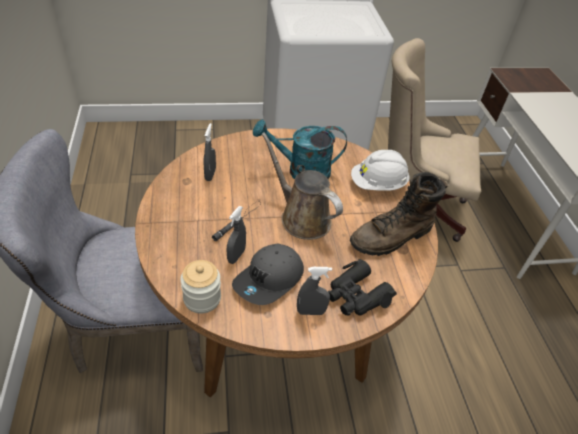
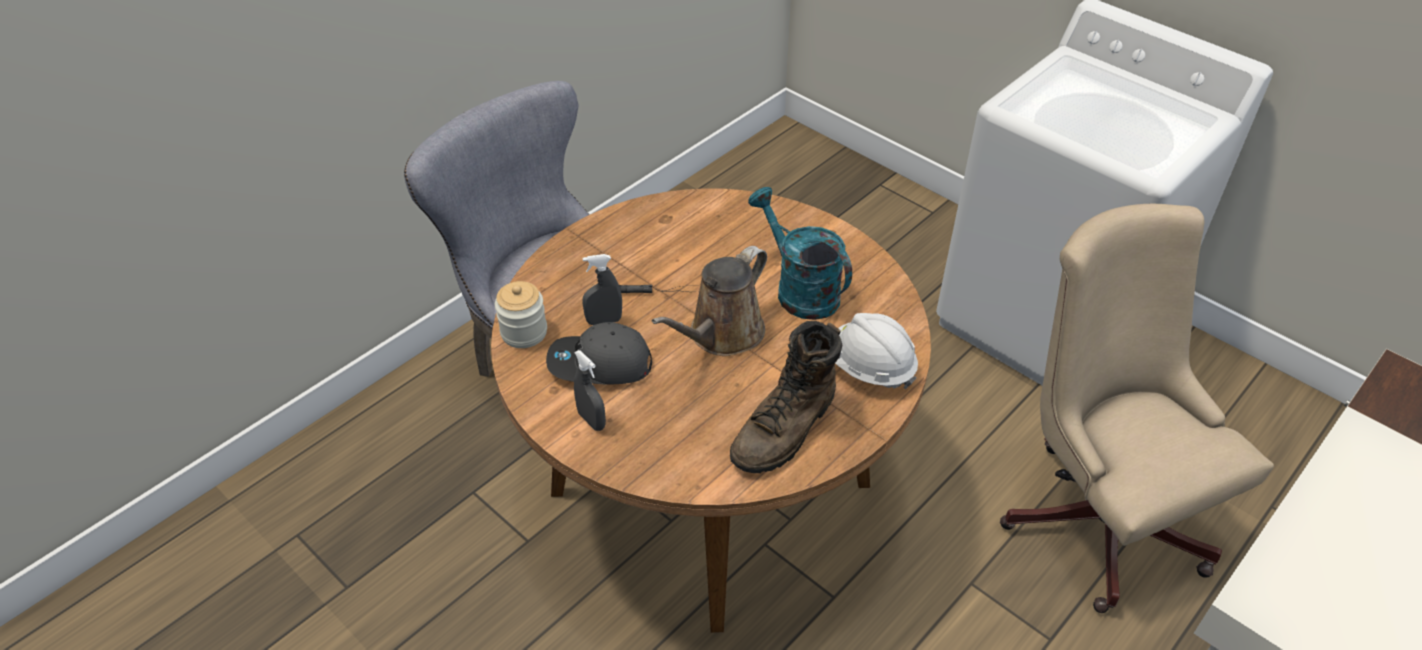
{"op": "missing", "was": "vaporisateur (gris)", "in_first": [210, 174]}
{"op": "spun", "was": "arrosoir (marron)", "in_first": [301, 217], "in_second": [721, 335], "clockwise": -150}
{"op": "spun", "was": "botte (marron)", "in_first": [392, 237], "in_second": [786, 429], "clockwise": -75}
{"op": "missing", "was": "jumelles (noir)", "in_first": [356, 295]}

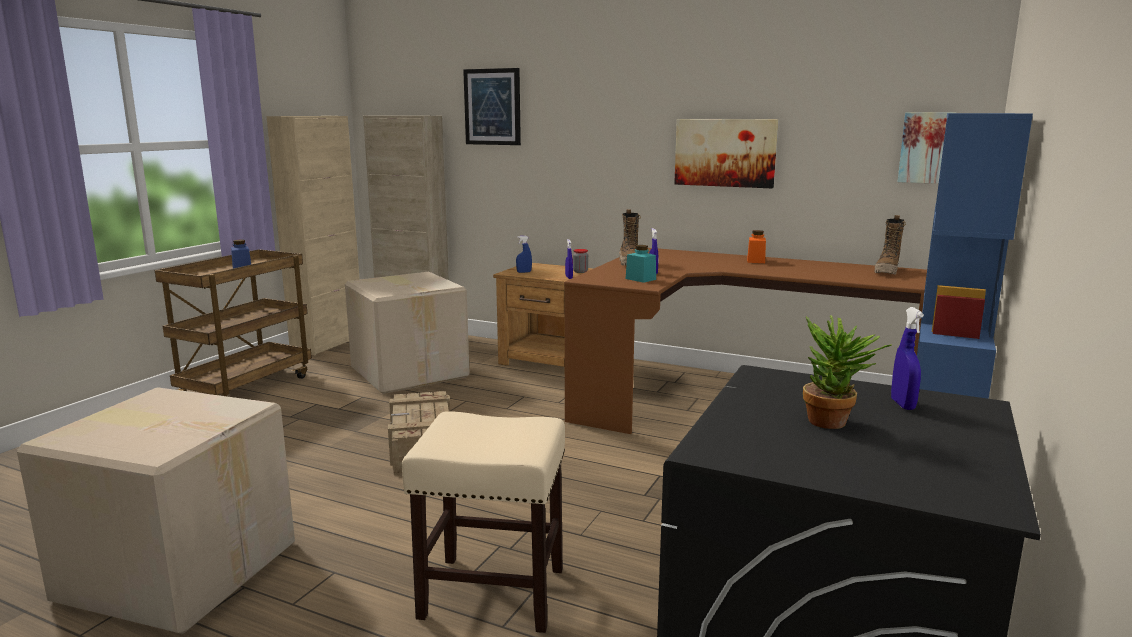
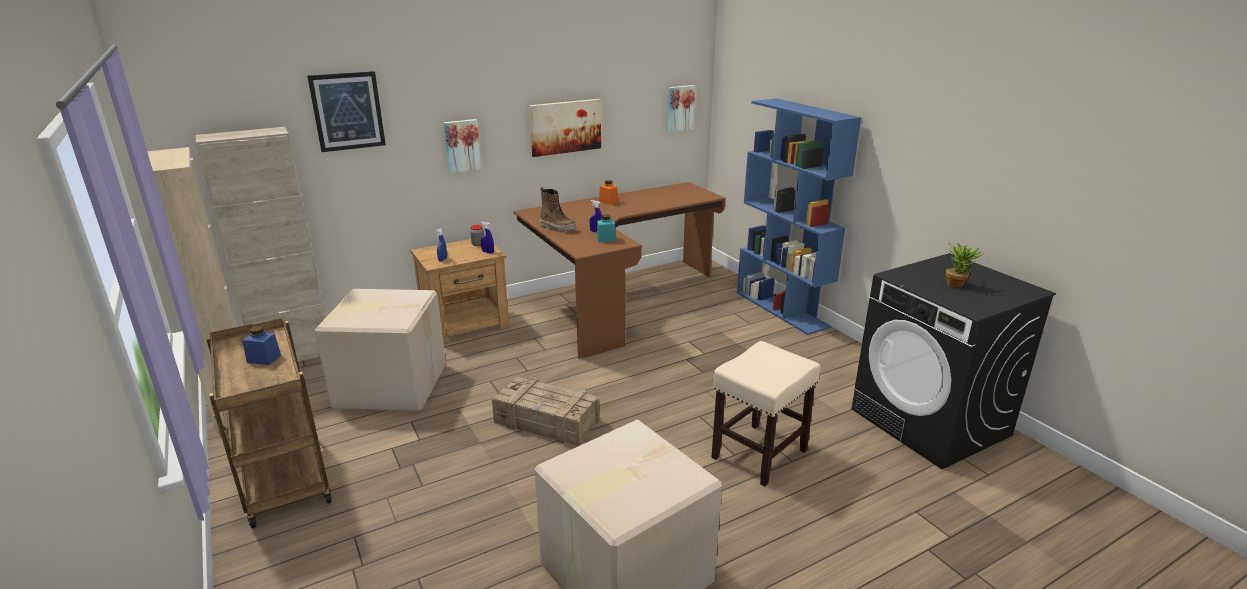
{"op": "missing", "was": "botte", "in_first": [887, 272]}
{"op": "missing", "was": "vaporisateur (bleu)", "in_first": [902, 404]}
{"op": "appeared", "now": "tableau", "in_second": [462, 145]}

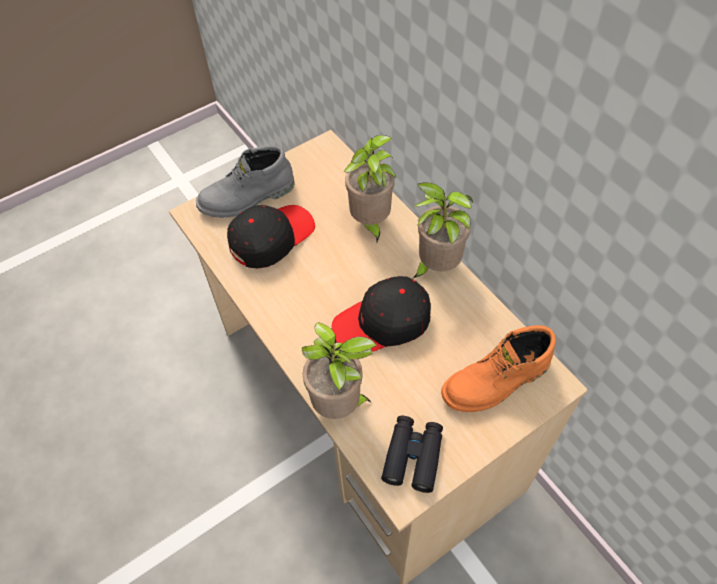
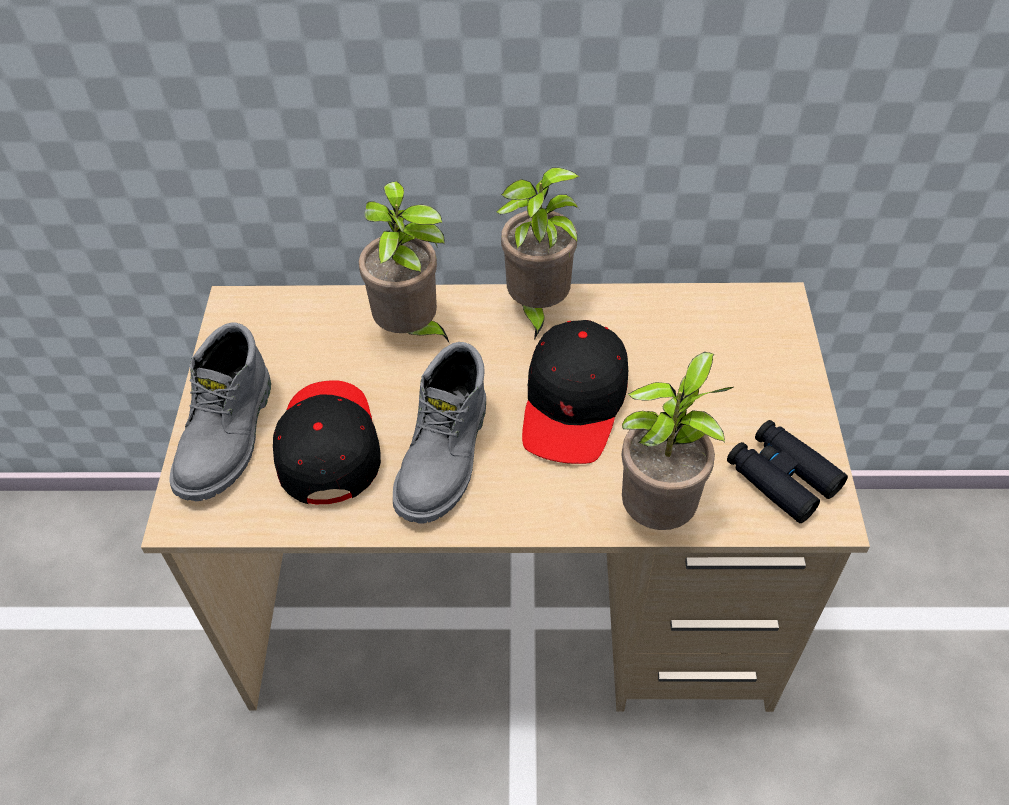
{"op": "missing", "was": "botte (orange)", "in_first": [496, 382]}
{"op": "appeared", "now": "botte (gris)", "in_second": [446, 458]}

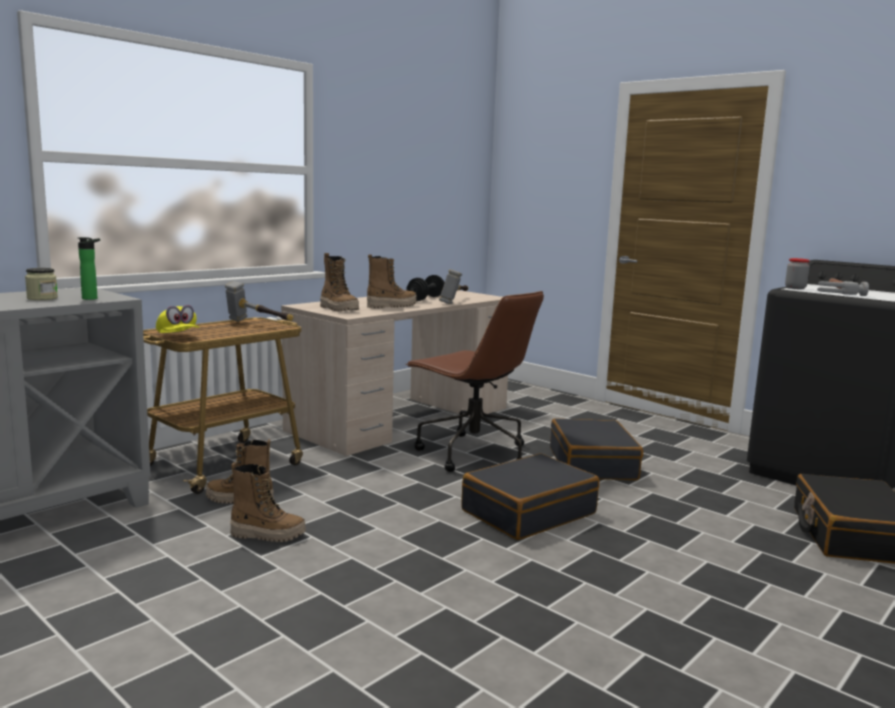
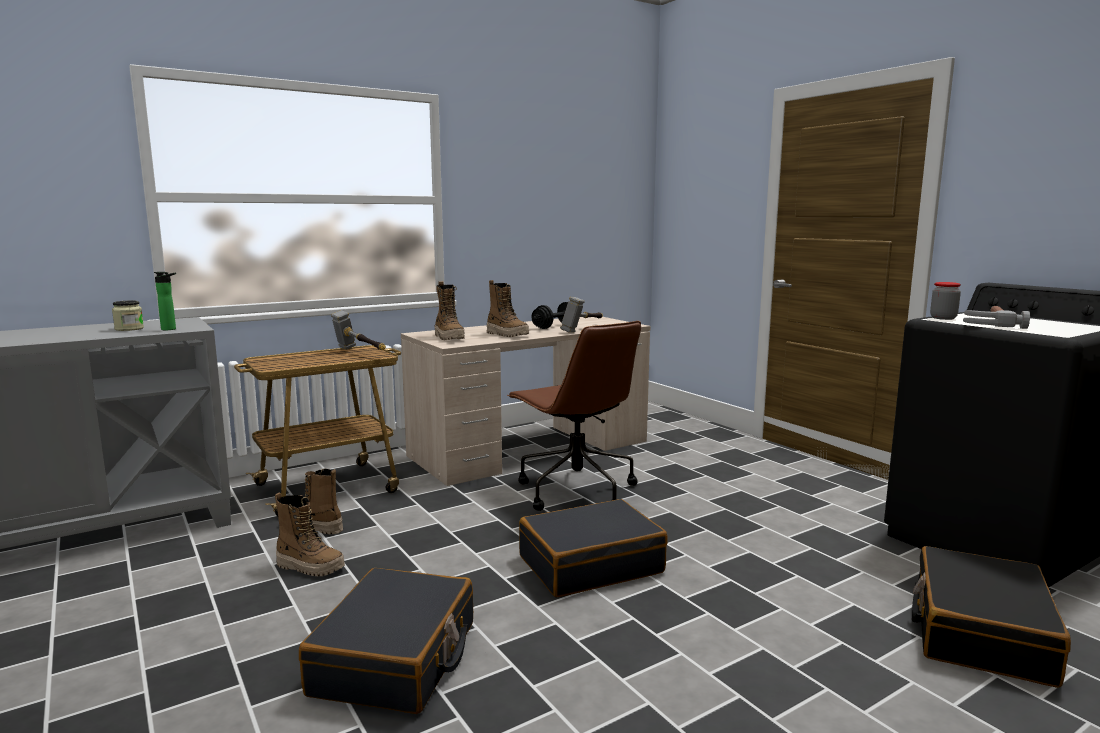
{"op": "spun", "was": "botte", "in_first": [391, 306], "in_second": [507, 335], "clockwise": 60}
{"op": "missing", "was": "casquette (jaune)", "in_first": [178, 336]}
{"op": "relocated", "was": "valise (noir)", "in_first": [593, 464], "in_second": [396, 658]}

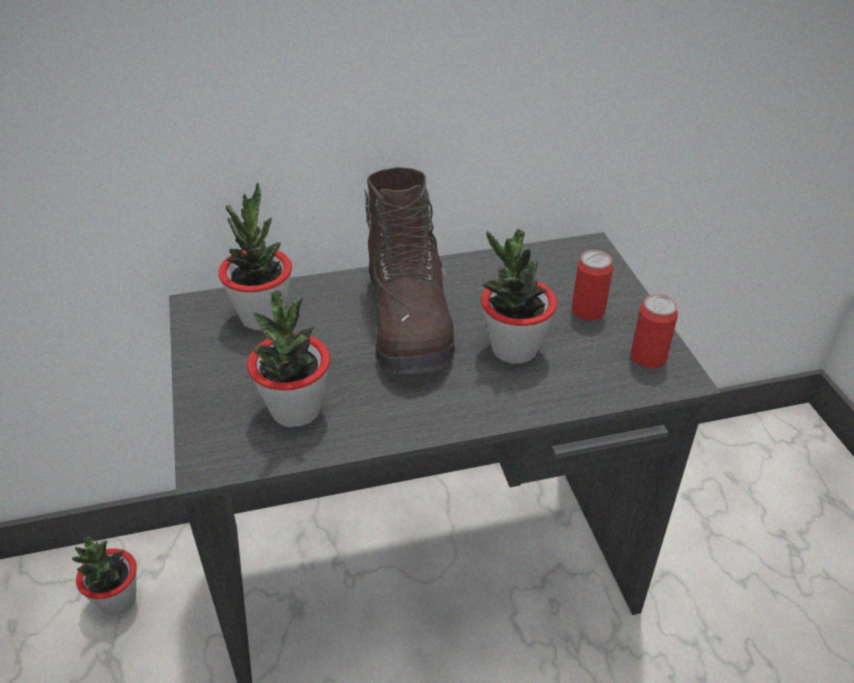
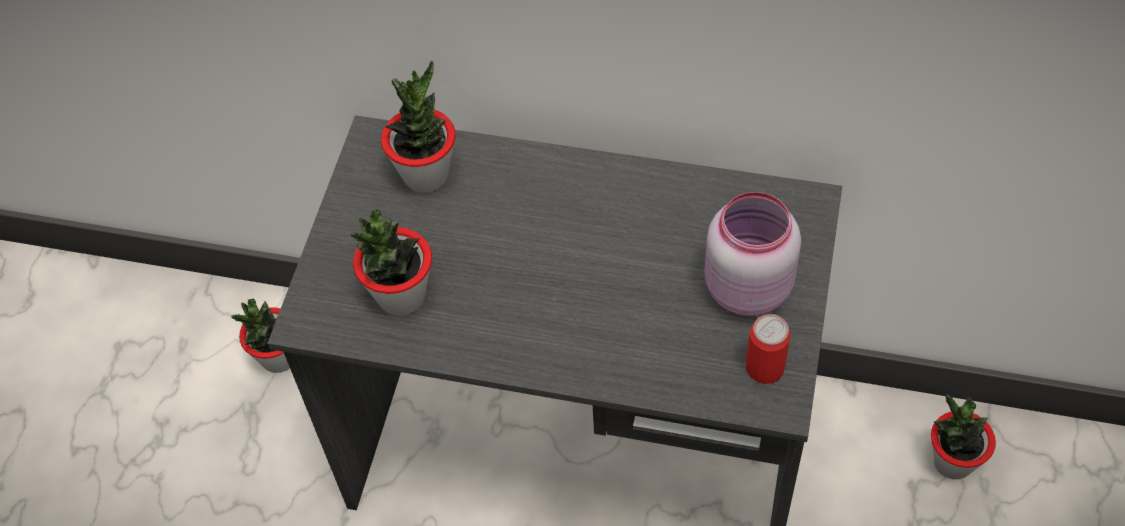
{"op": "missing", "was": "botte (marron)", "in_first": [409, 321]}
{"op": "relocated", "was": "plante en pot", "in_first": [514, 349], "in_second": [952, 462]}
{"op": "exchanged", "was": "boîte métallique", "now": "bocal (rose)", "in_first": [588, 311], "in_second": [745, 287]}

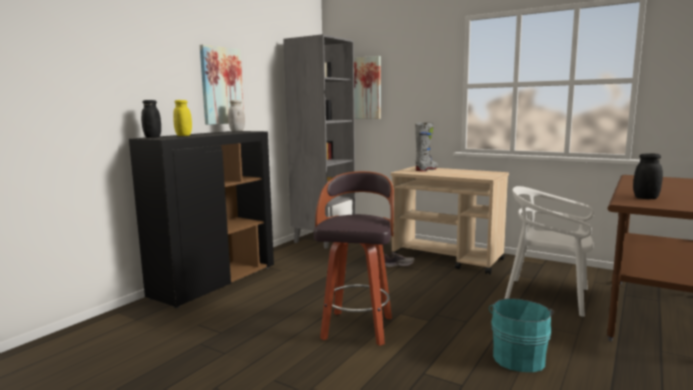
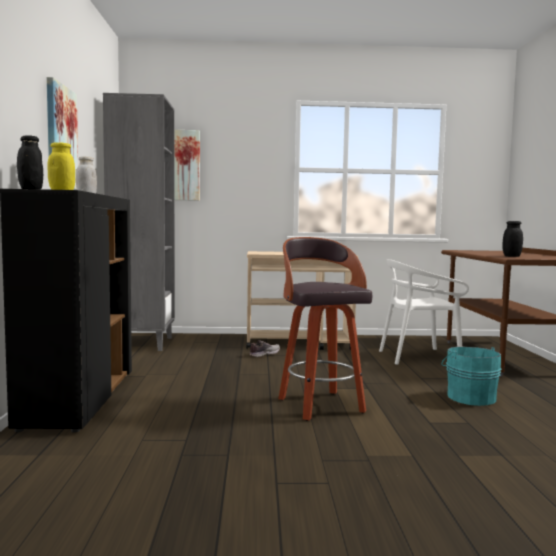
{"op": "missing", "was": "botte (gris)", "in_first": [426, 170]}

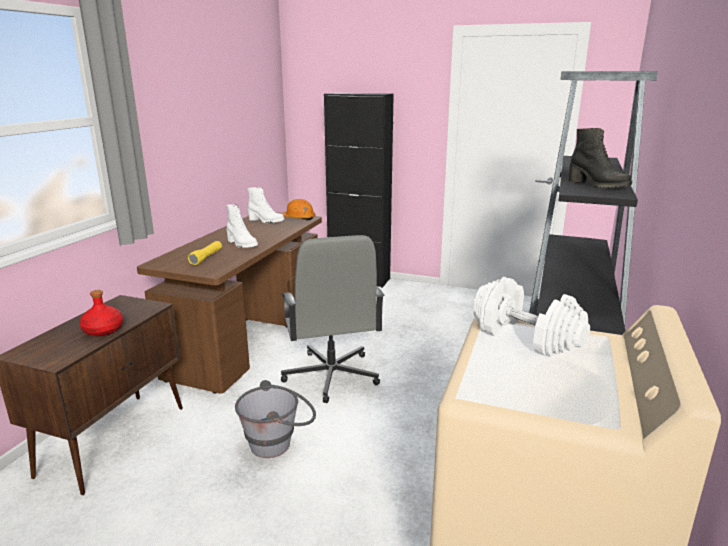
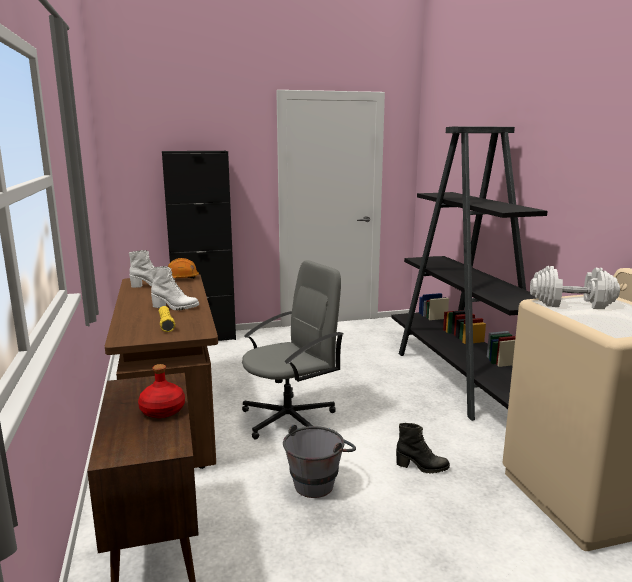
{"op": "relocated", "was": "botte (noir)", "in_first": [597, 185], "in_second": [422, 467]}
{"op": "spun", "was": "chaise de bureau (gris)", "in_first": [331, 376], "in_second": [290, 418], "clockwise": -75}

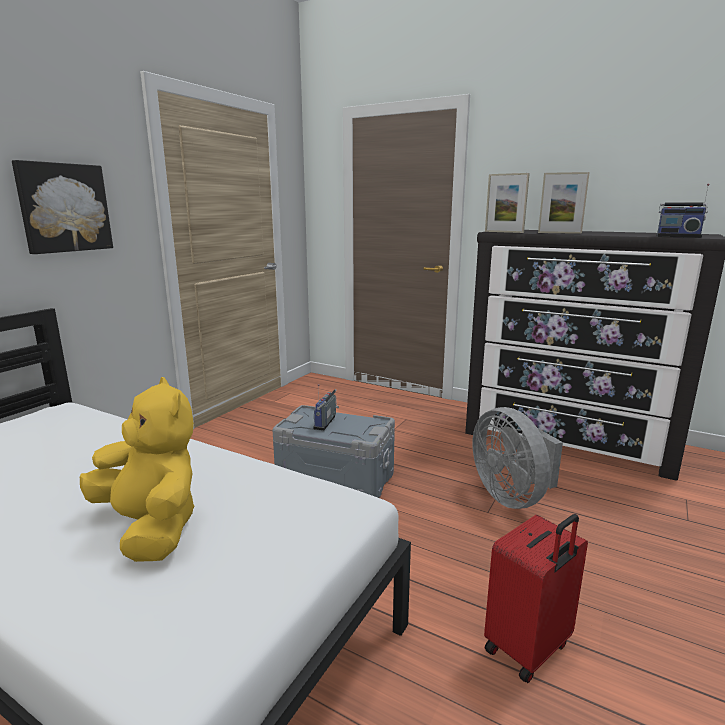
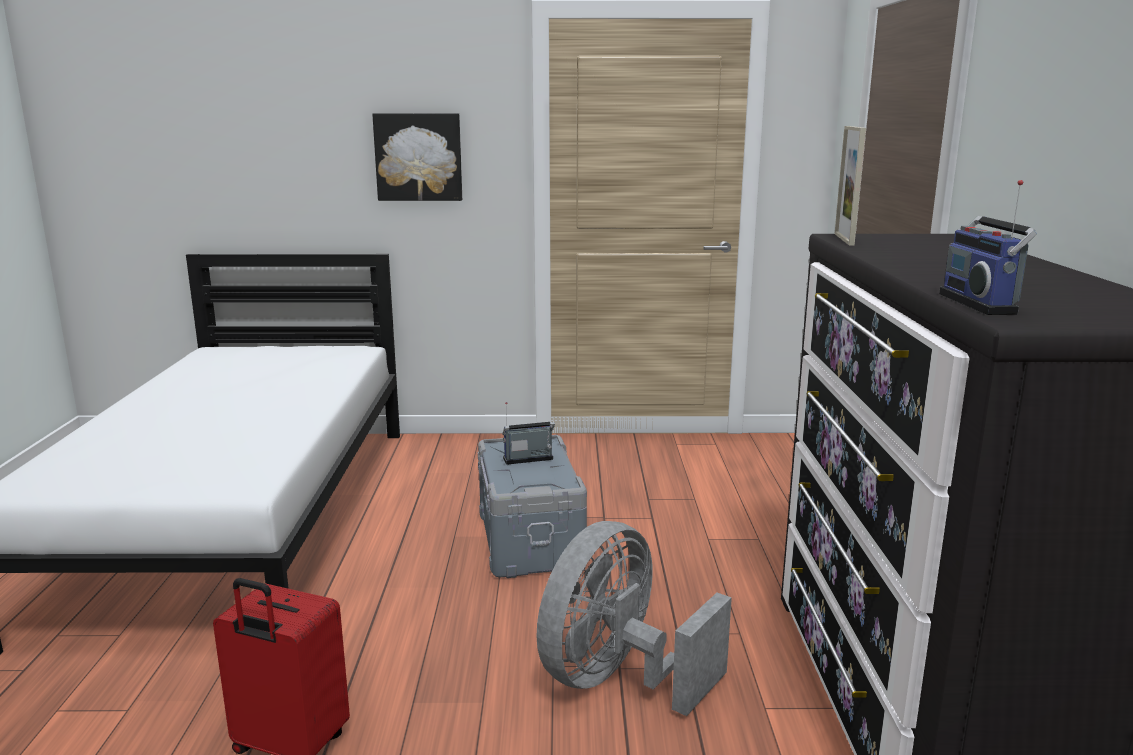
{"op": "missing", "was": "cadre photo", "in_first": [559, 233]}
{"op": "missing", "was": "peluche (jaune)", "in_first": [151, 527]}

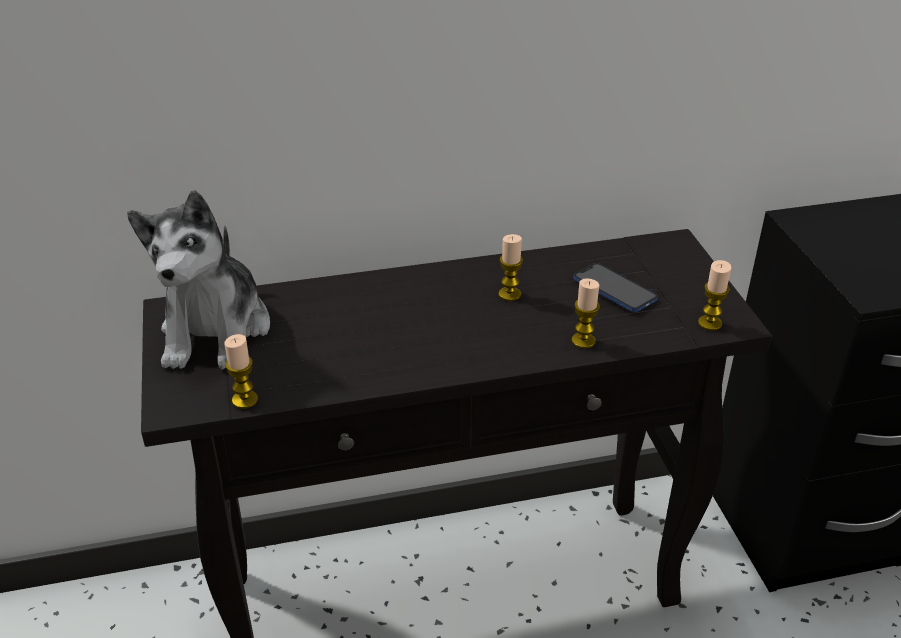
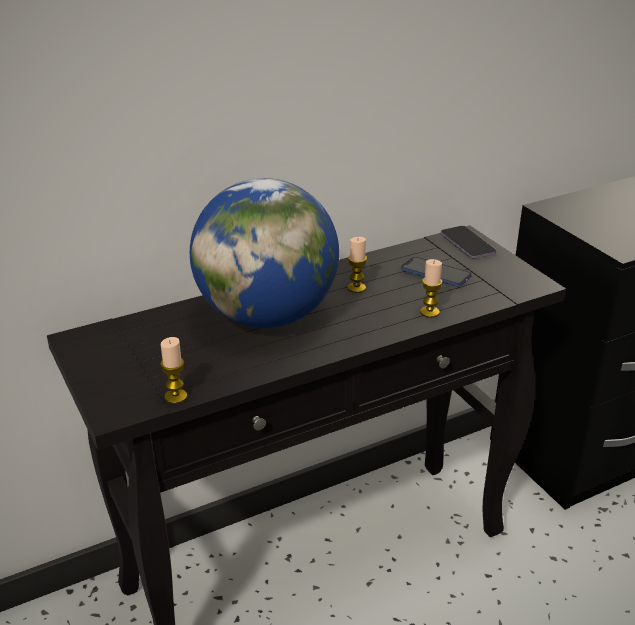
{"op": "missing", "was": "peluche", "in_first": [216, 331]}
{"op": "missing", "was": "bougie", "in_first": [710, 323]}
{"op": "appeared", "now": "globe", "in_second": [266, 316]}
{"op": "appeared", "now": "téléphone", "in_second": [467, 244]}

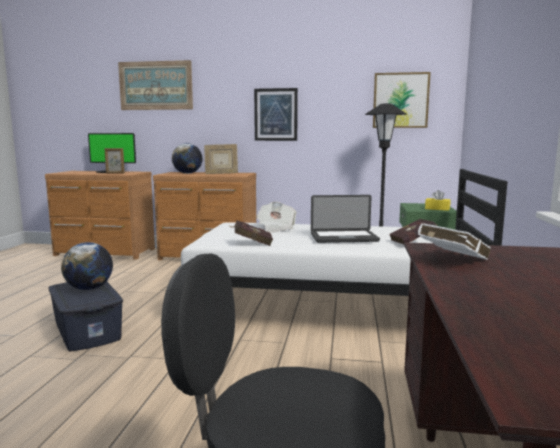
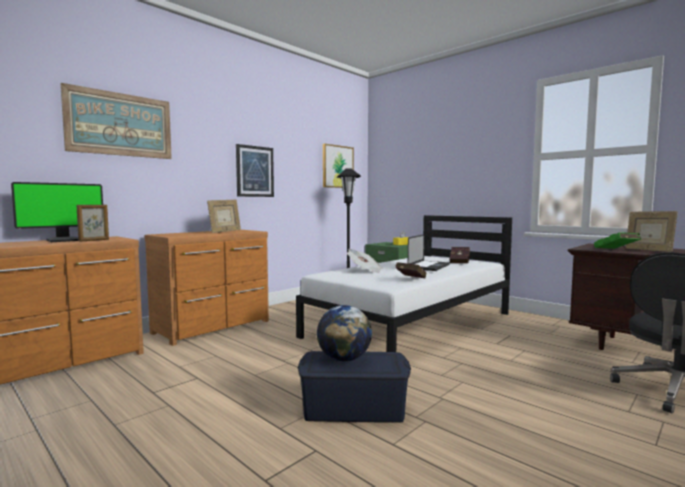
{"op": "missing", "was": "globe", "in_first": [187, 173]}
{"op": "colour", "was": "livre (blanc)", "now": "livre (vert)", "in_first": [450, 261], "in_second": [616, 250]}
{"op": "appeared", "now": "cadre photo", "in_second": [648, 250]}

